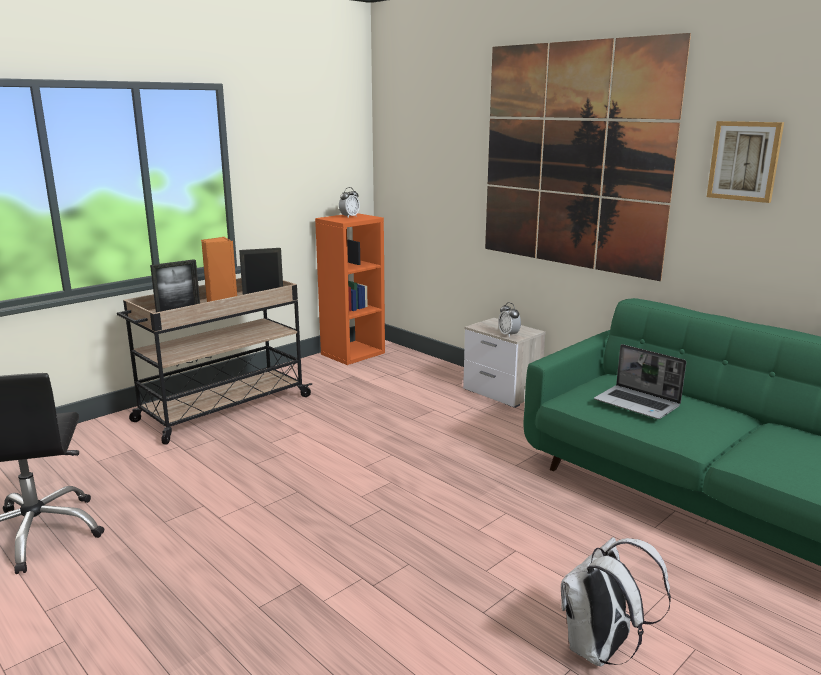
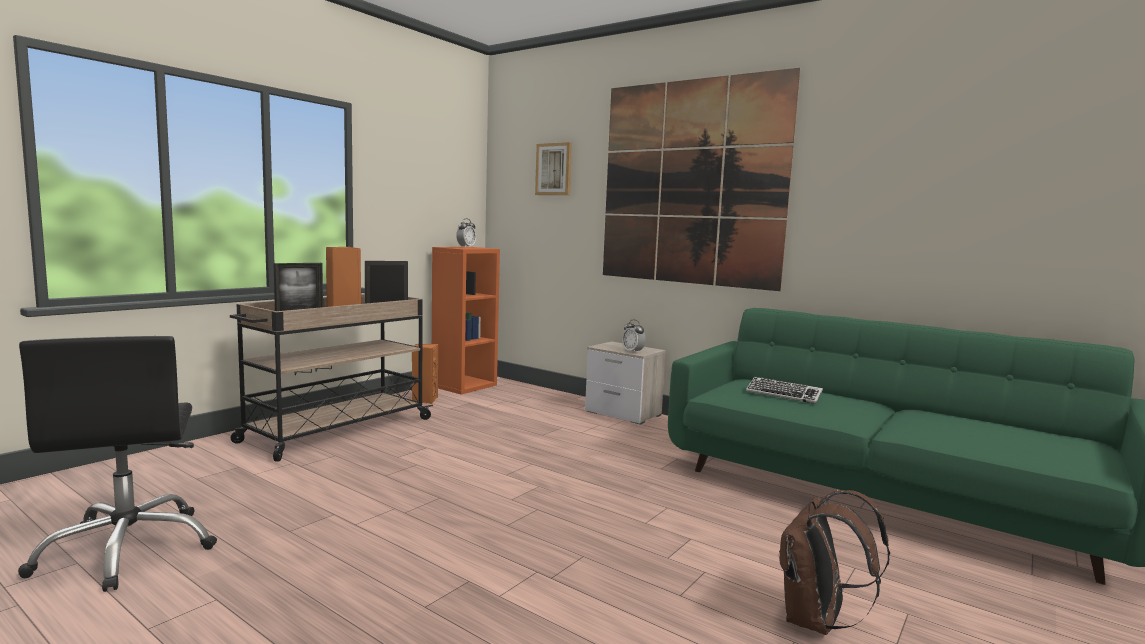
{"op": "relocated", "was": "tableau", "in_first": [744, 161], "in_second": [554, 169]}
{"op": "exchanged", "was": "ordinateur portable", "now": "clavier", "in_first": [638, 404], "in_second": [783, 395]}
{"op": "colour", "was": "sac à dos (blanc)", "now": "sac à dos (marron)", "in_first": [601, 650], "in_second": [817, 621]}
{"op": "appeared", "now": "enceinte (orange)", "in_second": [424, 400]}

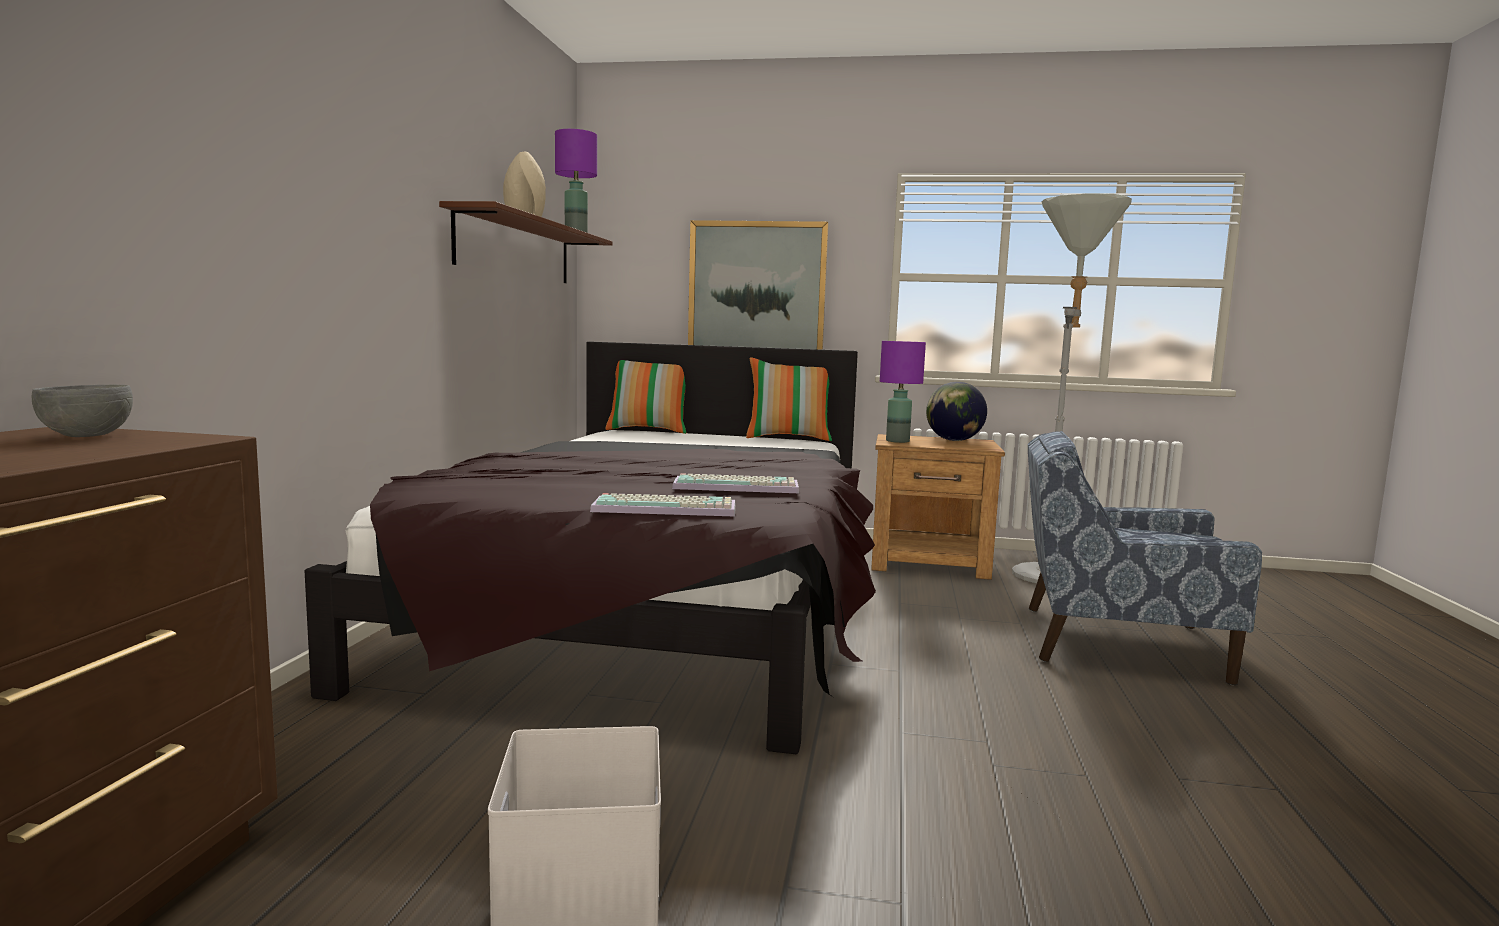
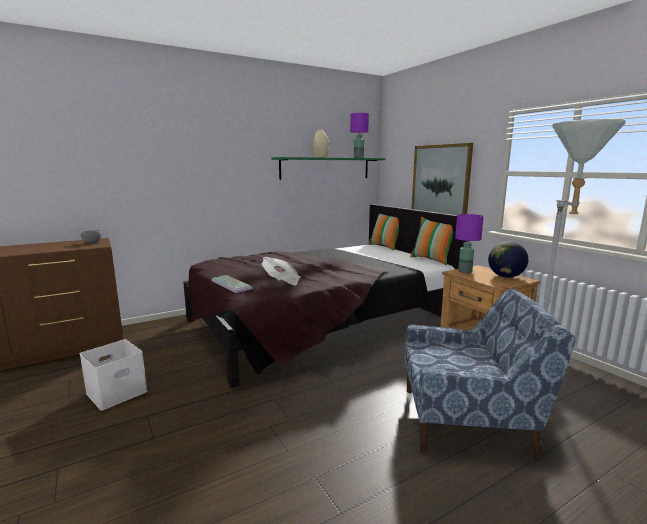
{"op": "colour", "was": "étagère (marron)", "now": "étagère (vert)", "in_first": [516, 249], "in_second": [325, 168]}
{"op": "spun", "was": "fauteuil (bleu)", "in_first": [1115, 643], "in_second": [468, 421], "clockwise": 120}
{"op": "exchanged", "was": "clavier", "now": "journal", "in_first": [738, 486], "in_second": [282, 281]}

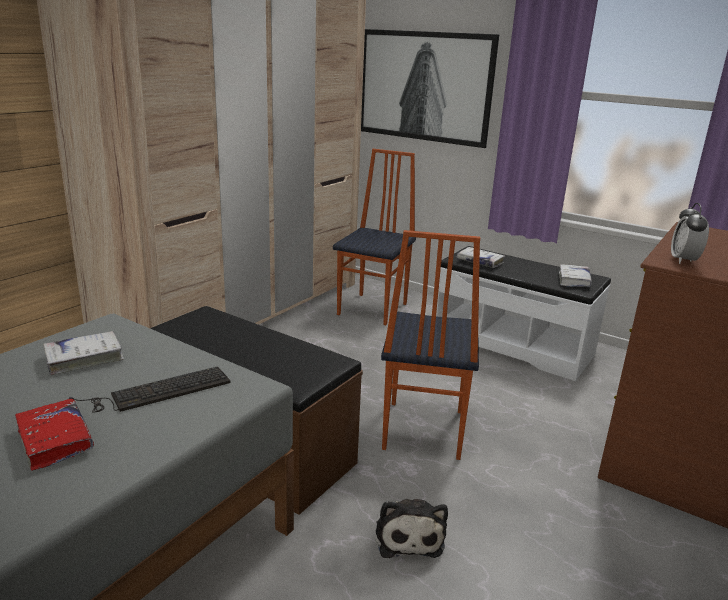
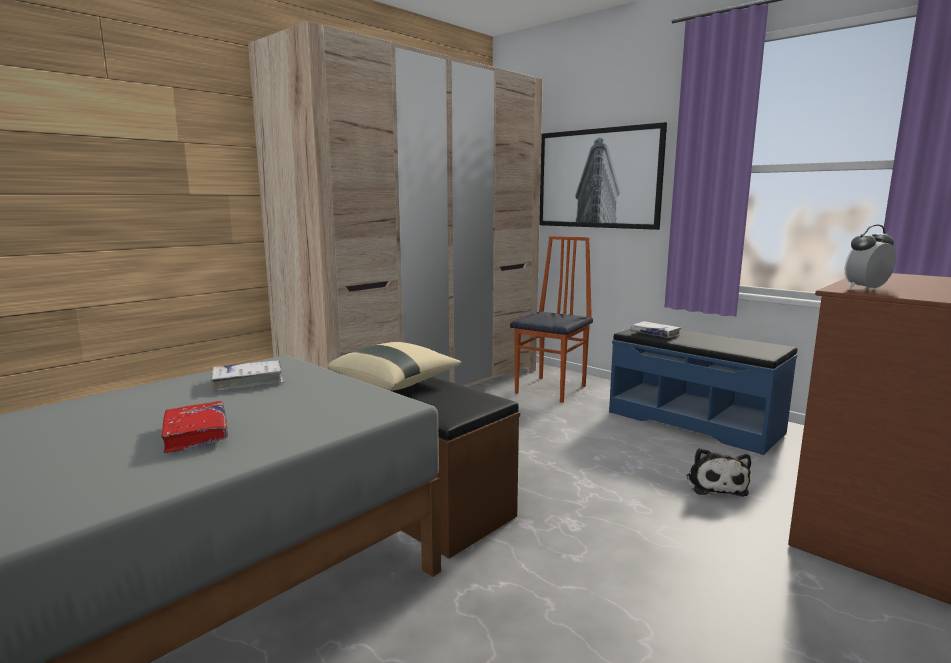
{"op": "spun", "was": "réveil", "in_first": [683, 260], "in_second": [866, 289], "clockwise": 45}
{"op": "missing", "was": "chaise", "in_first": [421, 430]}
{"op": "colour", "was": "banc (blanc)", "now": "banc (bleu)", "in_first": [512, 344], "in_second": [694, 421]}
{"op": "missing", "was": "livre (blanc)", "in_first": [574, 280]}
{"op": "missing", "was": "clavier", "in_first": [157, 391]}
{"op": "relocated", "was": "peluche", "in_first": [408, 535], "in_second": [715, 485]}
{"op": "appeared", "now": "coussin (beige)", "in_second": [396, 383]}

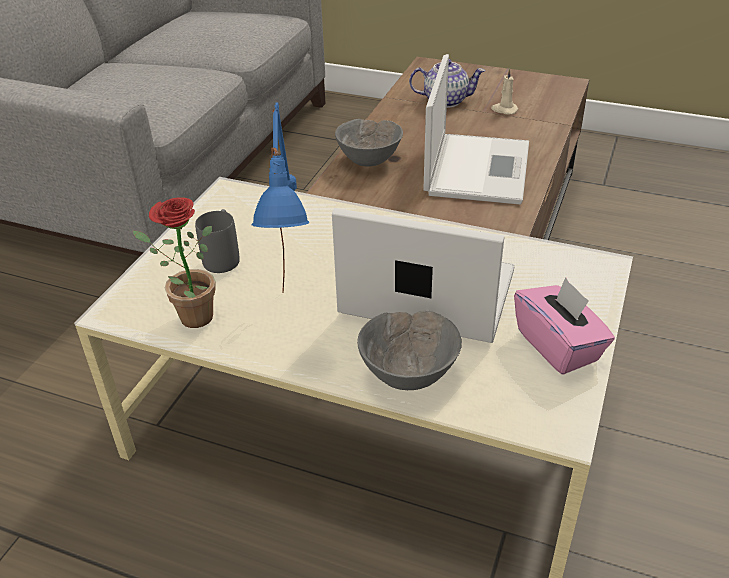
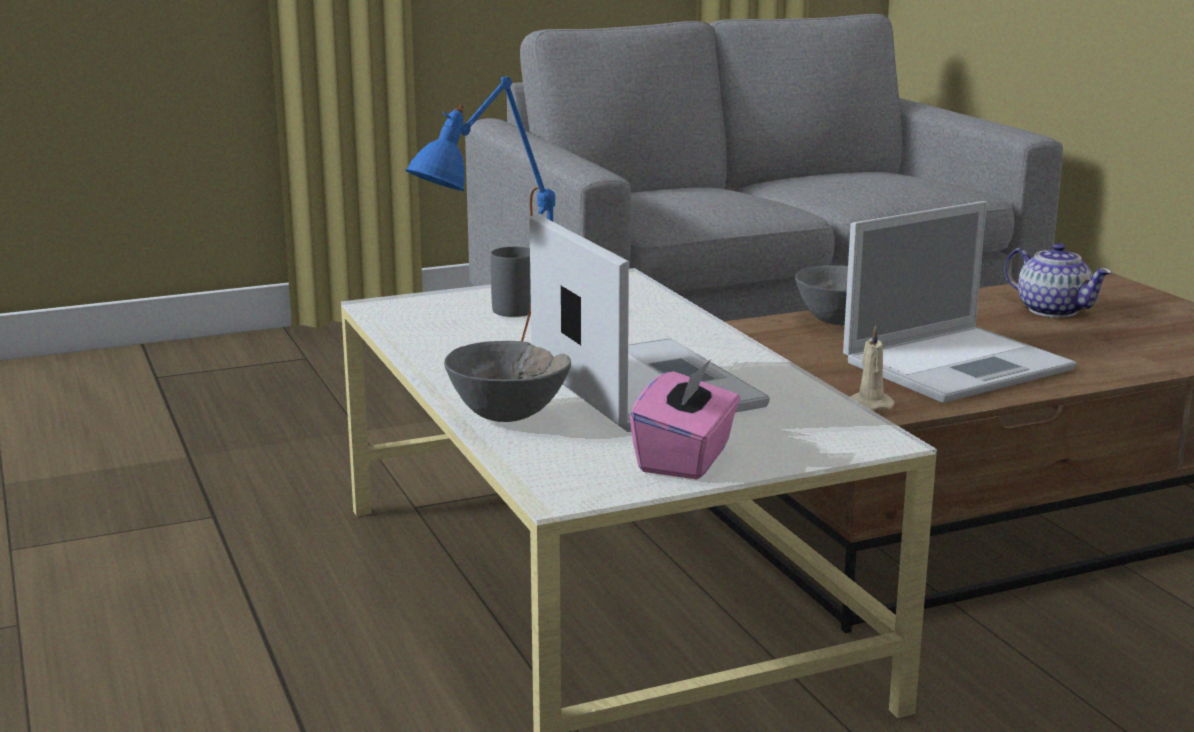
{"op": "relocated", "was": "bougie (beige)", "in_first": [504, 110], "in_second": [869, 404]}
{"op": "missing", "was": "plante en pot", "in_first": [189, 317]}

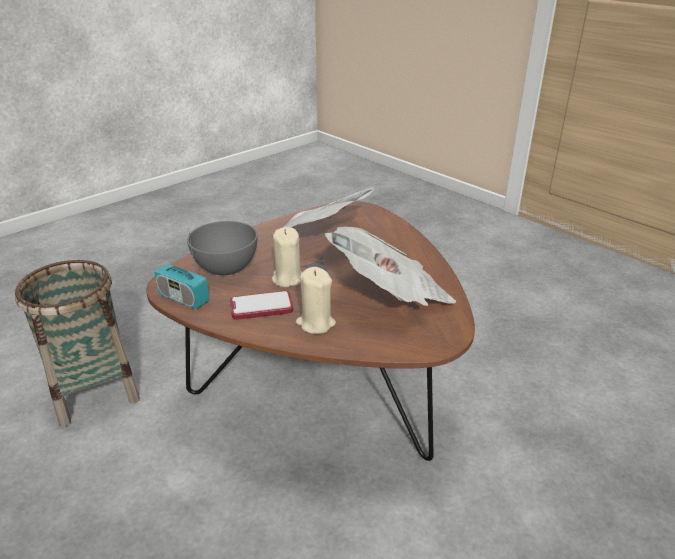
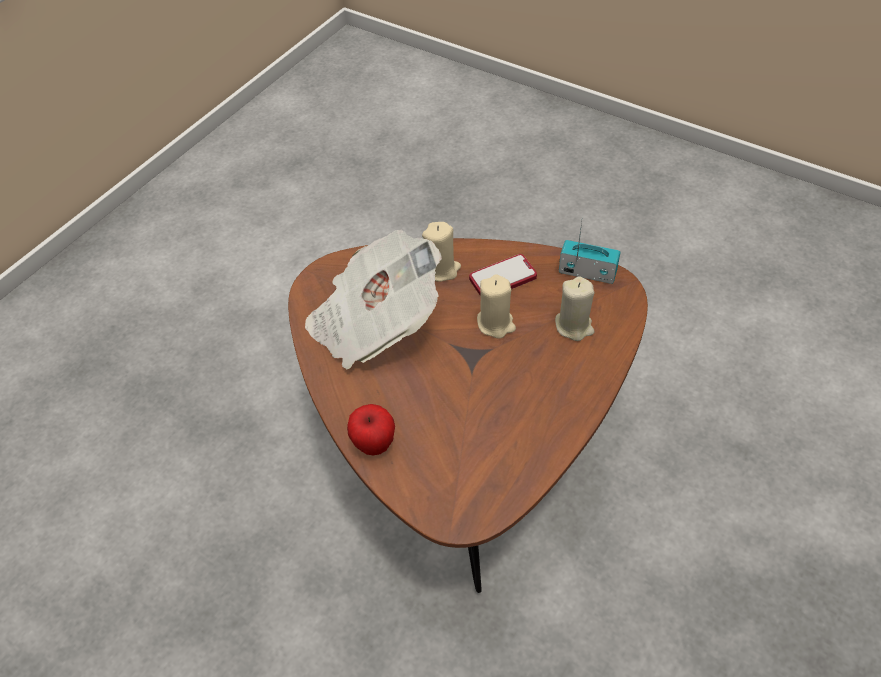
{"op": "missing", "was": "journal", "in_first": [324, 235]}
{"op": "exchanged", "was": "bol (gris)", "now": "bougie (beige)", "in_first": [226, 268], "in_second": [574, 326]}
{"op": "missing", "was": "panier", "in_first": [94, 391]}
{"op": "appeared", "now": "pomme", "in_second": [374, 444]}

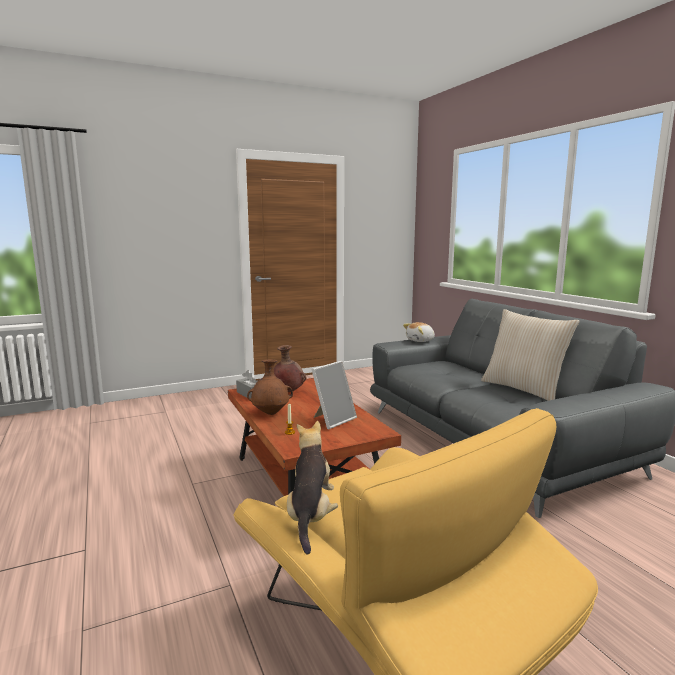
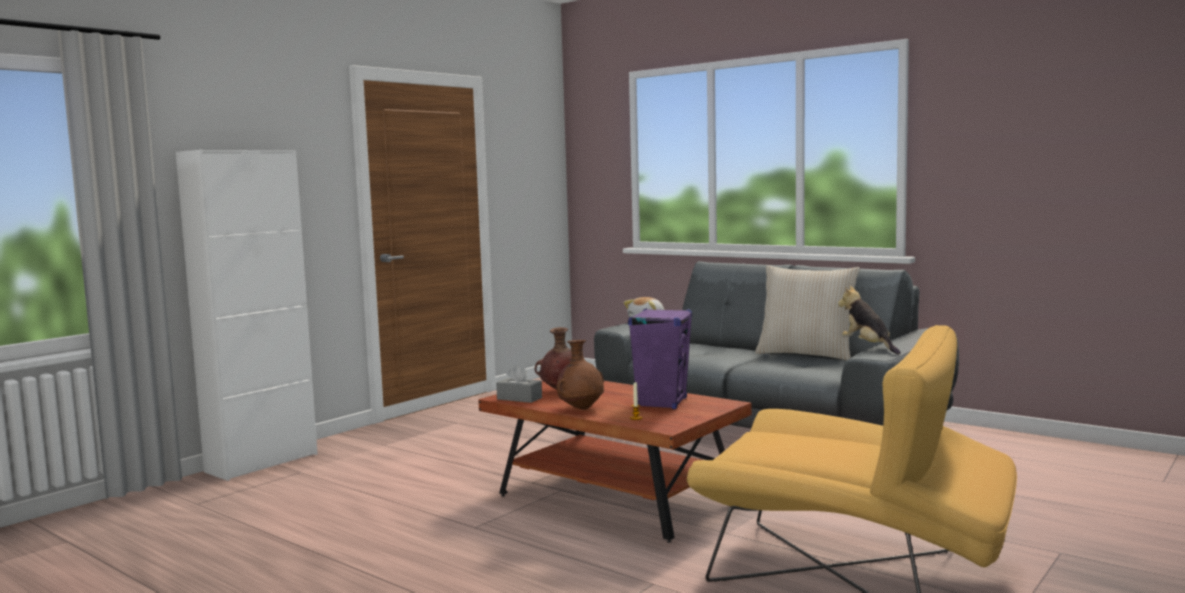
{"op": "exchanged", "was": "cadre photo", "now": "enceinte (violet)", "in_first": [333, 420], "in_second": [661, 403]}
{"op": "relocated", "was": "peluche", "in_first": [310, 516], "in_second": [868, 347]}
{"op": "appeared", "now": "meuble de rangement (blanc)", "in_second": [262, 463]}

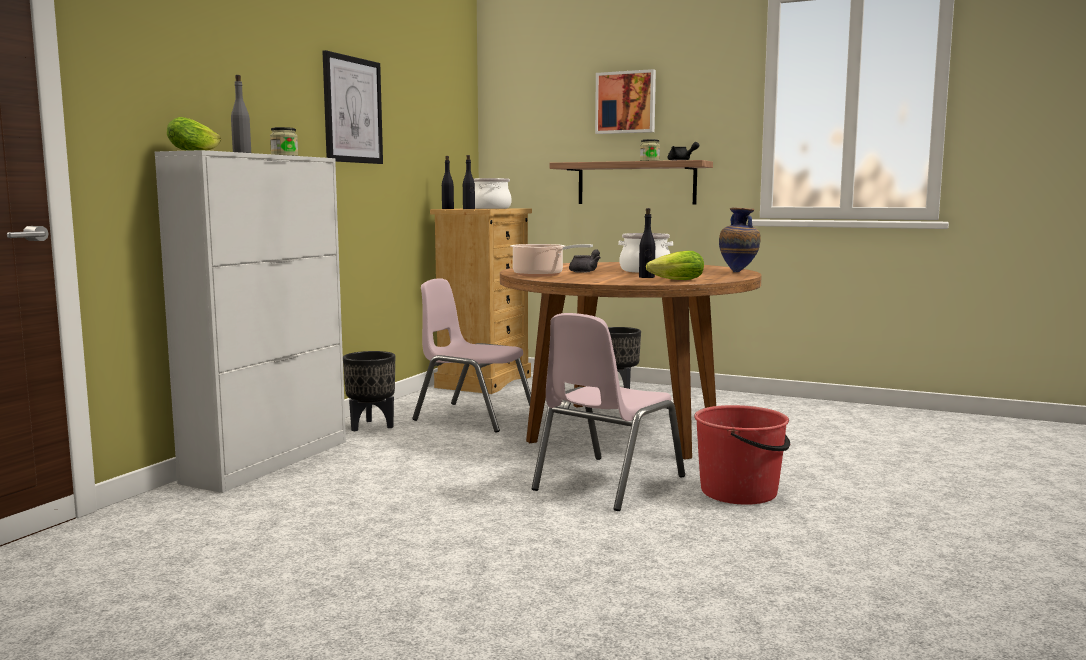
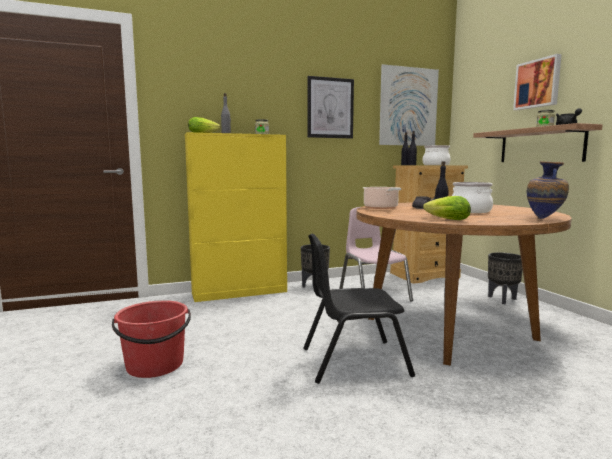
{"op": "colour", "was": "meuble de rangement (blanc)", "now": "meuble de rangement (jaune)", "in_first": [269, 461], "in_second": [240, 292]}
{"op": "colour", "was": "chaise (rose)", "now": "chaise (noir)", "in_first": [607, 483], "in_second": [354, 361]}
{"op": "relocated", "was": "seau (rouge)", "in_first": [740, 492], "in_second": [155, 365]}
{"op": "appeared", "now": "tableau", "in_second": [408, 107]}

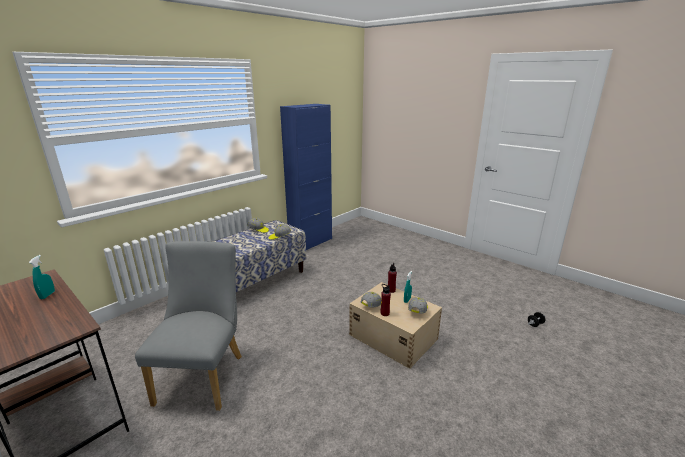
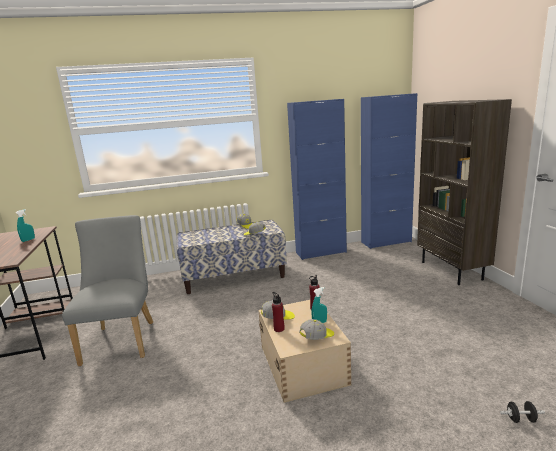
{"op": "spun", "was": "chaise (gris)", "in_first": [204, 374], "in_second": [122, 339], "clockwise": -45}
{"op": "appeared", "now": "meuble de rangement (bleu)", "in_second": [386, 242]}
{"op": "appeared", "now": "bibliothèque (marron)", "in_second": [452, 270]}

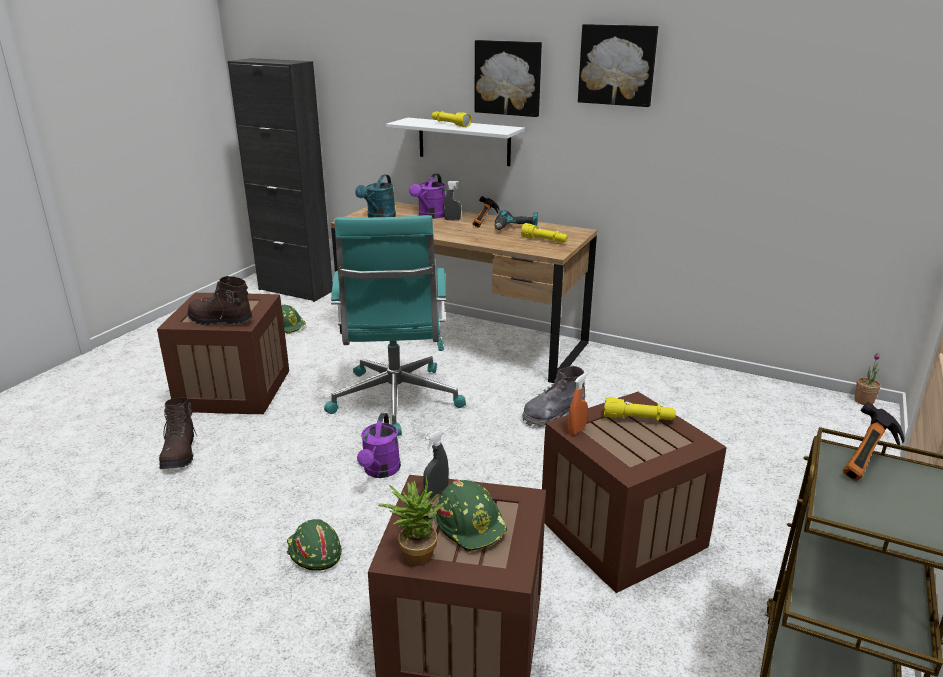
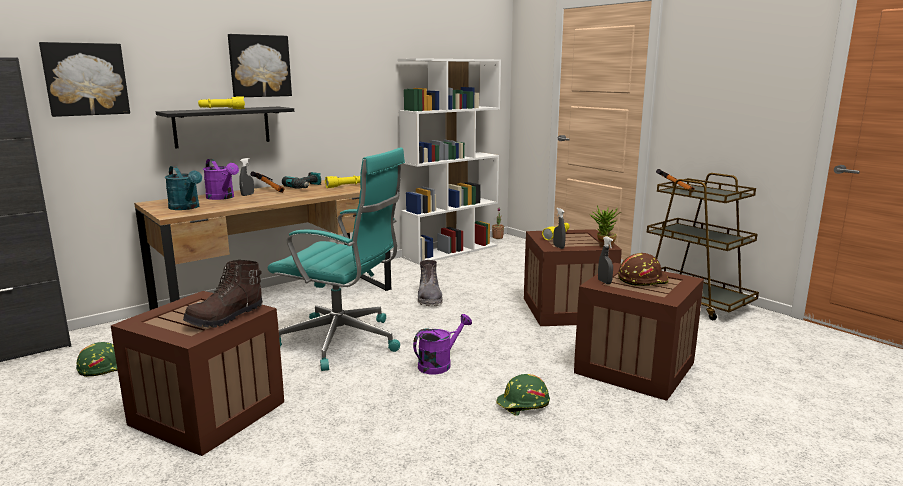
{"op": "relocated", "was": "tableau", "in_first": [617, 65], "in_second": [85, 79]}
{"op": "colour", "was": "étagère (blanc)", "now": "étagère (noir)", "in_first": [464, 141], "in_second": [222, 126]}
{"op": "colour", "was": "vaporisateur (orange)", "now": "vaporisateur (gris)", "in_first": [577, 430], "in_second": [558, 247]}
{"op": "missing", "was": "botte (marron)", "in_first": [180, 453]}
{"op": "spun", "was": "arrosoir (violet)", "in_first": [380, 471], "in_second": [439, 364], "clockwise": -75}
{"op": "relocated", "was": "plante en pot", "in_first": [414, 553], "in_second": [603, 246]}
{"op": "colour", "was": "casque de chantier (vert)", "now": "casque de chantier (marron)", "in_first": [471, 525], "in_second": [642, 279]}
{"op": "appeared", "now": "bibliothèque (blanc)", "in_second": [451, 251]}

